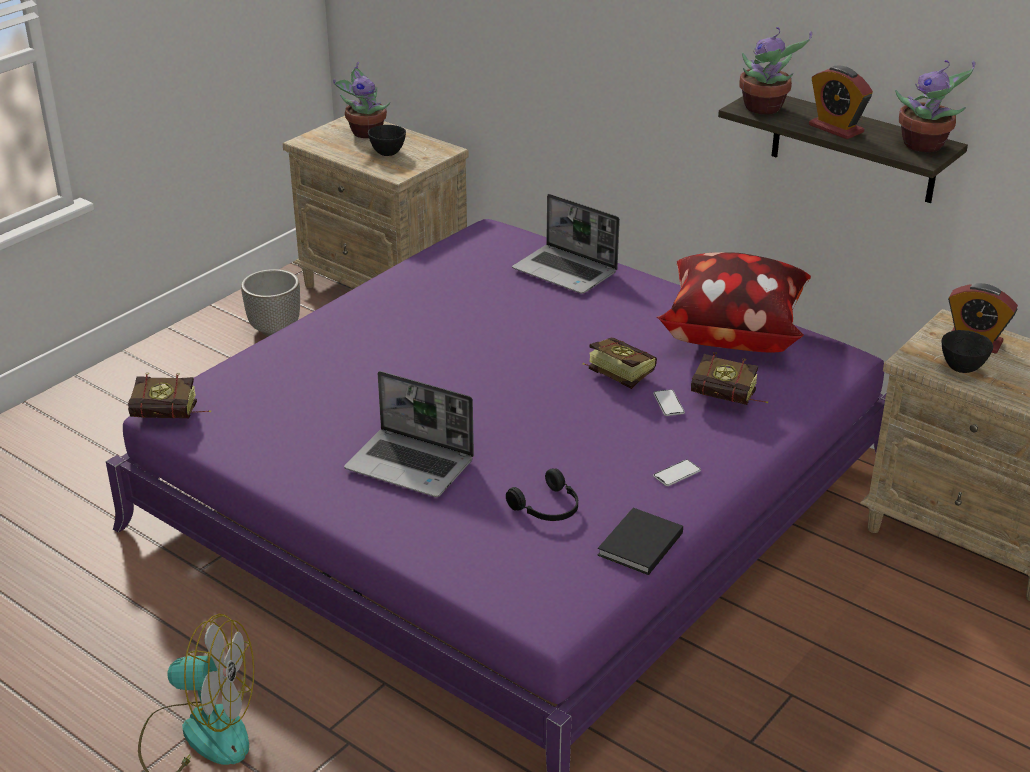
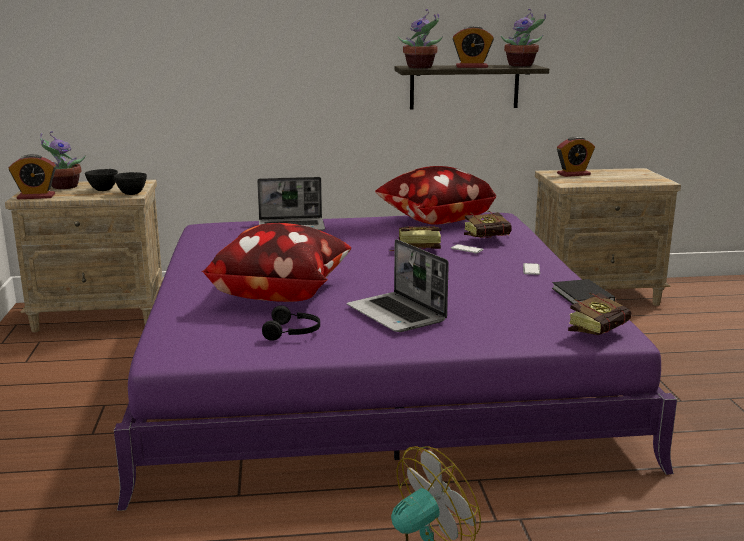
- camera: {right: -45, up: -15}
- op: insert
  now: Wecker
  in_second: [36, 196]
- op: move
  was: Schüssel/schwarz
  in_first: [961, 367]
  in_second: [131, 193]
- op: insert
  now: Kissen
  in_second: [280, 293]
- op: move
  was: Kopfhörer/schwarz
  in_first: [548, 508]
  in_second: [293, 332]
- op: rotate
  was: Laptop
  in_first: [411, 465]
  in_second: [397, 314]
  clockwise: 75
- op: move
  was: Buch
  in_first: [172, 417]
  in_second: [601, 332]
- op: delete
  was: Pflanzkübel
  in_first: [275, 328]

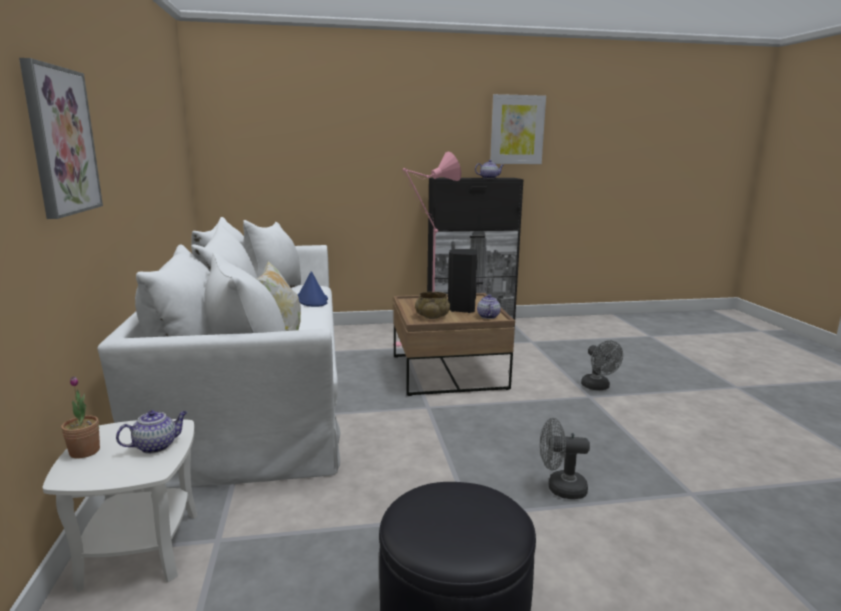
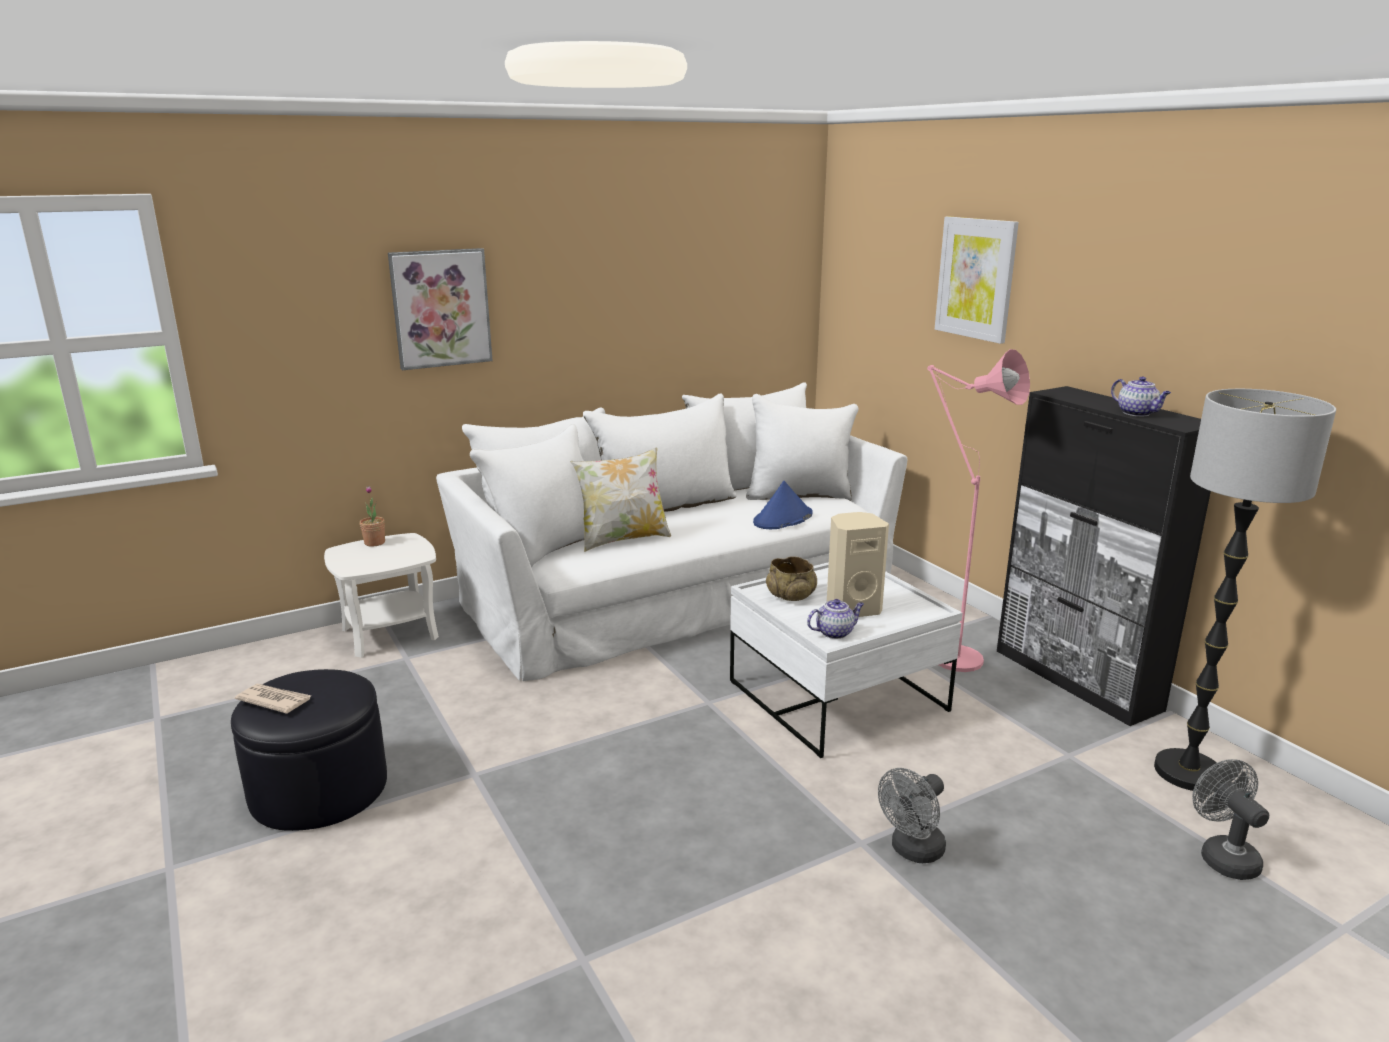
- camera: {right: 70, up: 5}
- op: insert
  now: Zeitung
  in_second: [274, 700]
- op: recolor
  was: Couchtisch/braun
  now: Couchtisch/weiß
  in_first: [448, 372]
  in_second: [837, 696]
- op: recolor
  was: Lautsprecher/schwarz
  now: Lautsprecher/beige
  in_first: [461, 309]
  in_second: [852, 609]
- op: move
  was: Bild
  in_first: [517, 130]
  in_second: [976, 278]
- op: insert
  now: Stehlampe
  in_second: [1188, 772]
- op: move
  was: Ventilator/grau
  in_first: [560, 488]
  in_second: [1223, 856]
- op: delete
  was: Teekanne
  in_first: [156, 446]

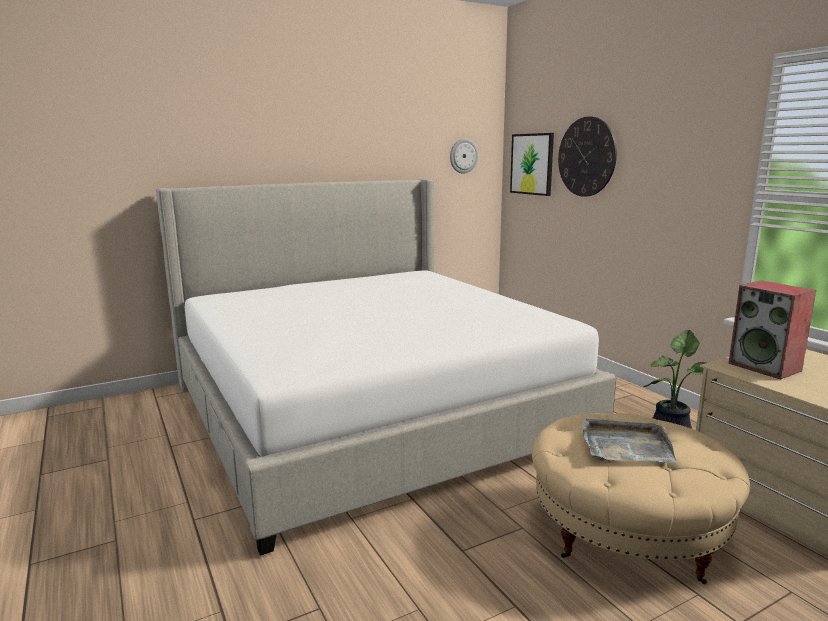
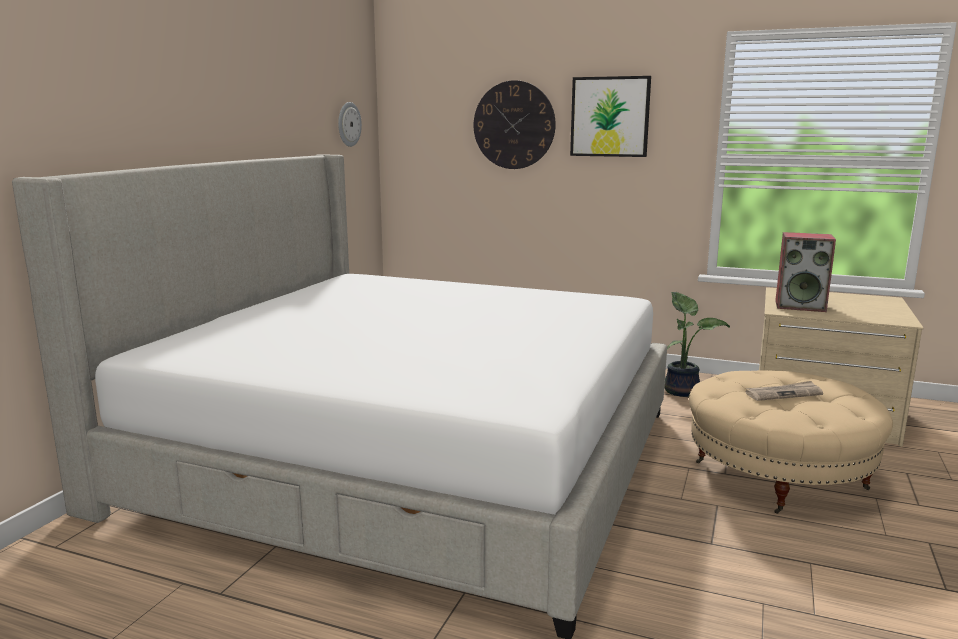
- camera: {right: -40, up: 0}
- op: move
  was: Bild
  in_first: [532, 164]
  in_second: [610, 117]
- op: replace
  was: Tablett/grau
  now: Zeitung
  in_first: [625, 445]
  in_second: [783, 393]

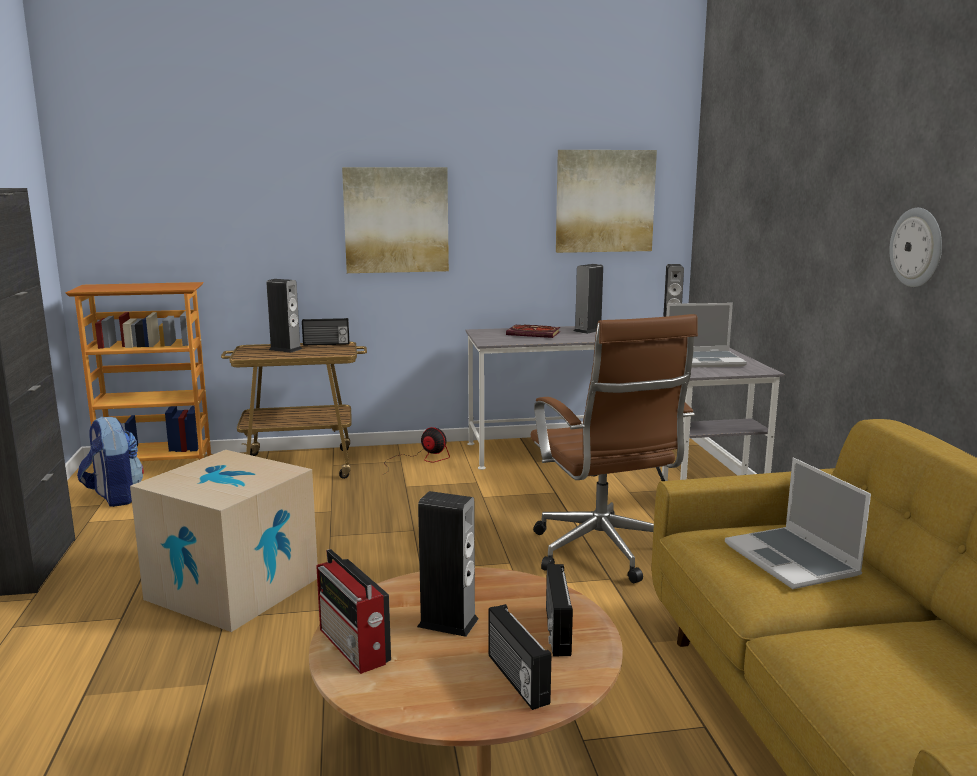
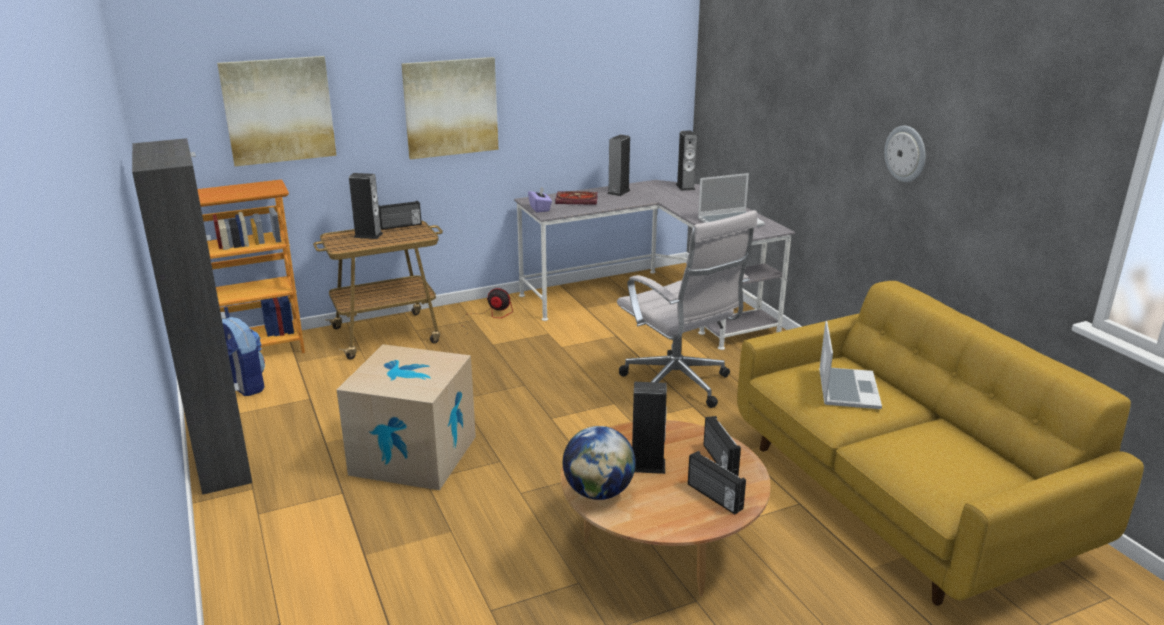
- camera: {right: -15, up: 10}
- op: move
  was: Bild
  in_first: [604, 201]
  in_second: [278, 110]
- op: insert
  now: Taschentuchbox/lila
  in_second: [540, 208]
- op: replace
  was: Radio
  now: Globus
  in_first: [354, 647]
  in_second: [598, 492]
- op: recolor
  was: Bürostuhl/braun
  now: Bürostuhl/weiß
  in_first: [603, 554]
  in_second: [679, 386]
- op: rotate
  was: Laptop
  in_first: [793, 560]
  in_second: [846, 389]
  clockwise: -135

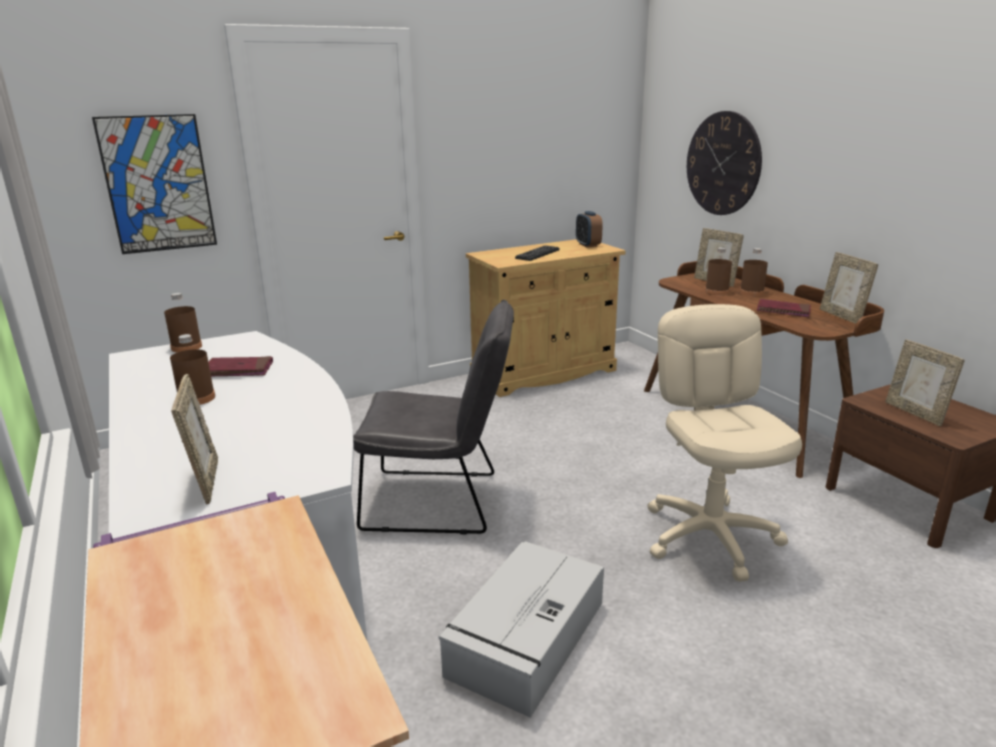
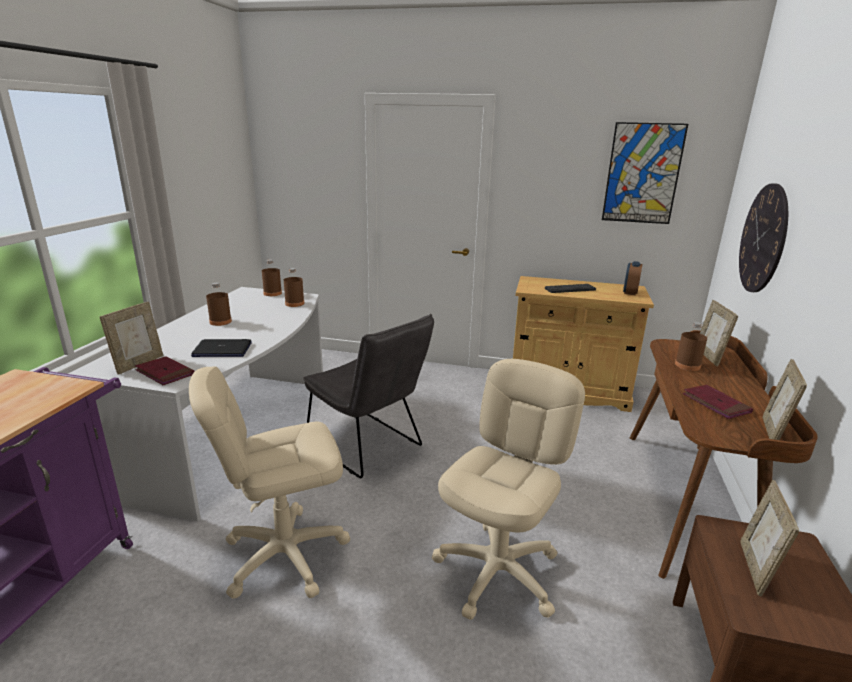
- camera: {right: 40, up: 0}
- op: move
  was: Buch/rot
  in_first: [238, 370]
  in_second: [165, 373]
- op: replace
  was: Aufbewahrungsbox/grau
  now: Bürostuhl/beige
  in_first: [525, 640]
  in_second: [285, 554]
- op: insert
  now: Laptop
  in_second: [222, 350]
- op: move
  was: Flasche/braun
  in_first: [751, 293]
  in_second: [294, 303]
- op: move
  was: Bild
  in_first: [158, 184]
  in_second: [642, 174]

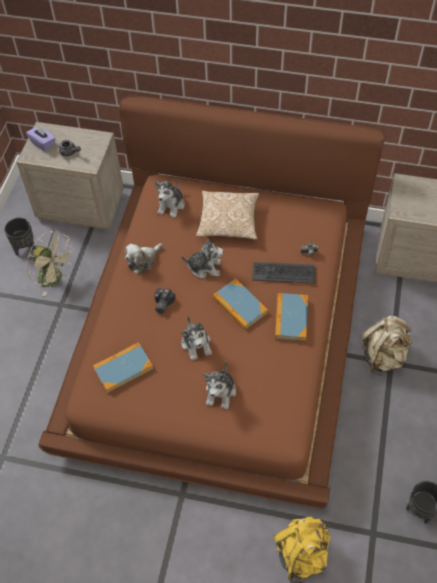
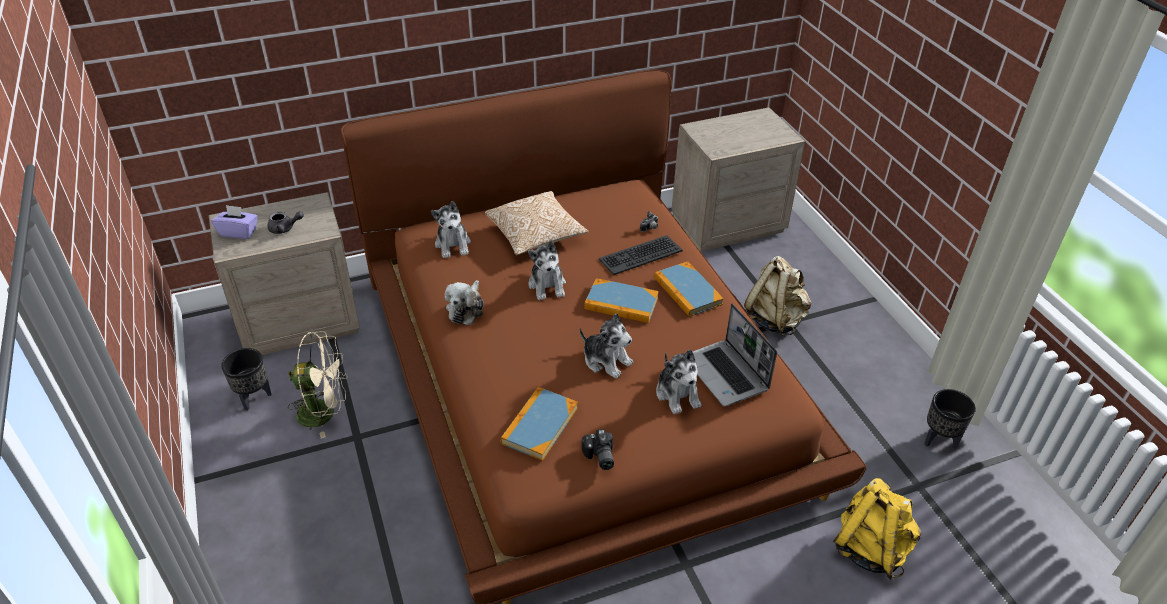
- camera: {right: -35, up: -15}
- op: rotate
  was: Plüschtier
  in_first: [204, 267]
  in_second: [547, 285]
  clockwise: 105
- op: move
  was: Kamera
  in_first: [162, 304]
  in_second: [599, 457]
- op: insert
  now: Laptop
  in_second: [726, 374]

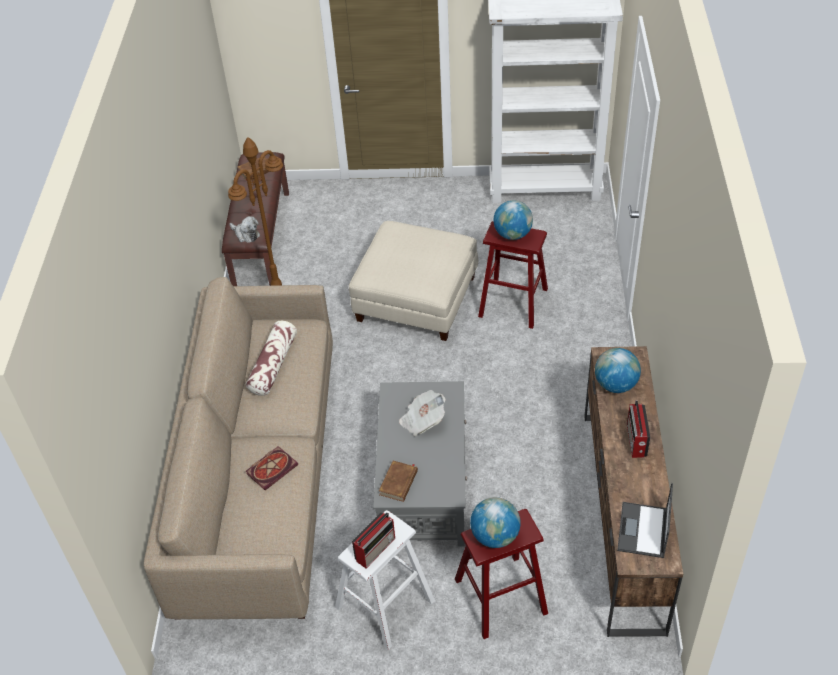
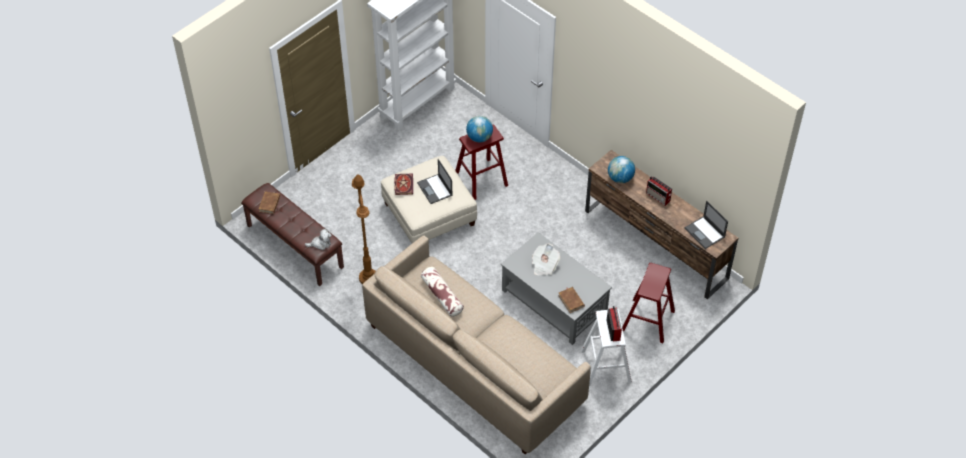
- camera: {right: -50, up: 5}
- op: move
  was: Buch
  in_first: [272, 468]
  in_second: [403, 184]
- op: insert
  now: Laptop
  in_second: [435, 189]
- op: delete
  was: Globus
  in_first: [495, 536]

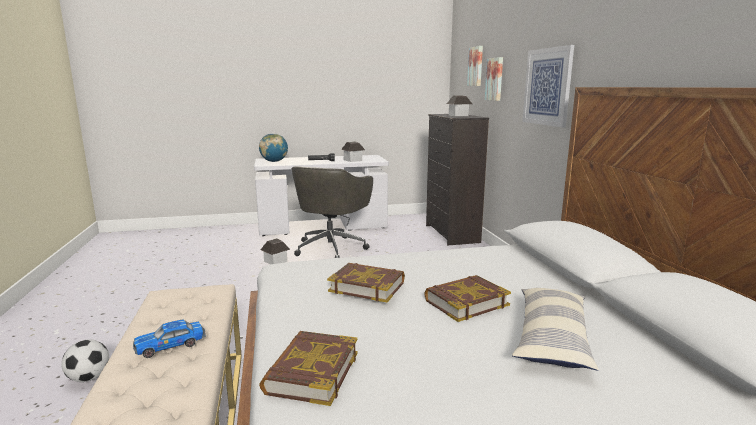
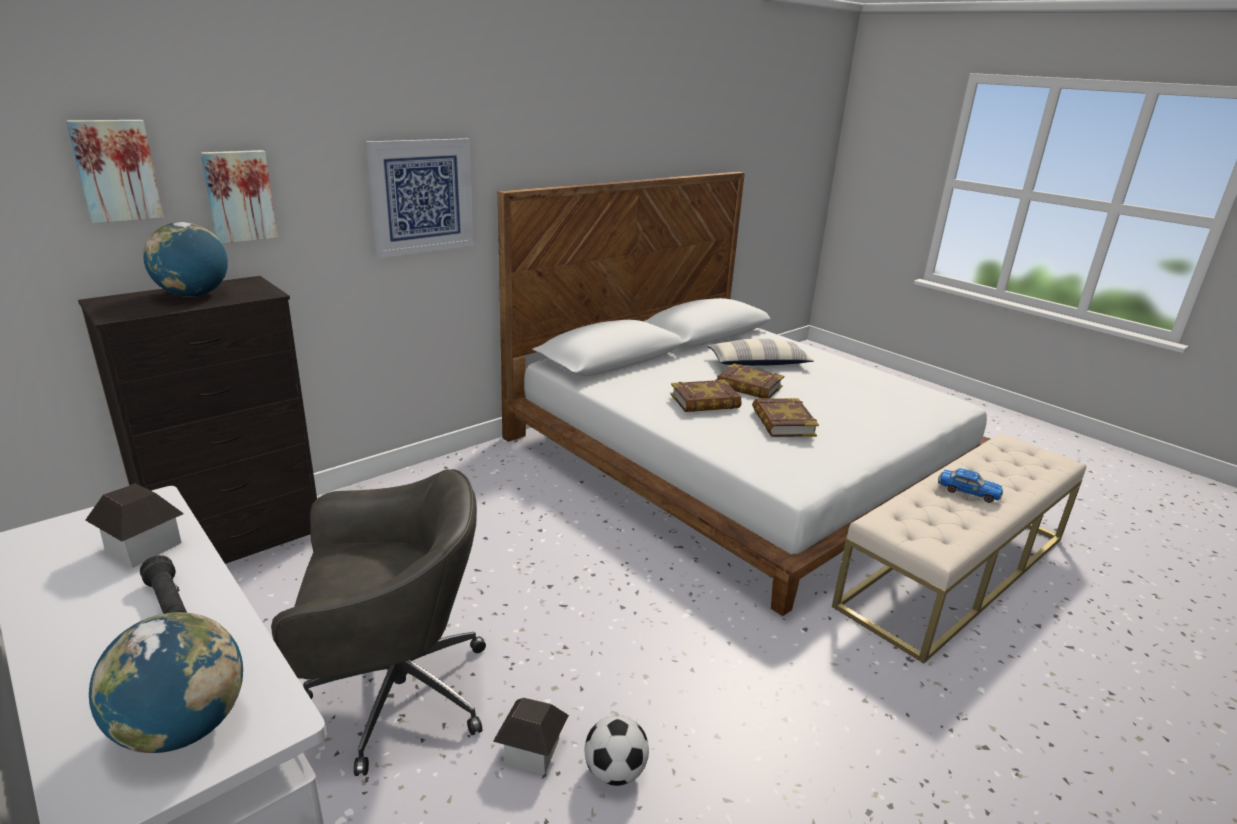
- camera: {right: -120, up: 10}
- op: replace
  was: Spielzeughaus
  now: Globus
  in_first: [458, 115]
  in_second: [193, 295]
- op: move
  was: Fußball
  in_first: [89, 378]
  in_second: [614, 772]
- op: move
  was: Buch
  in_first: [311, 372]
  in_second: [705, 401]

